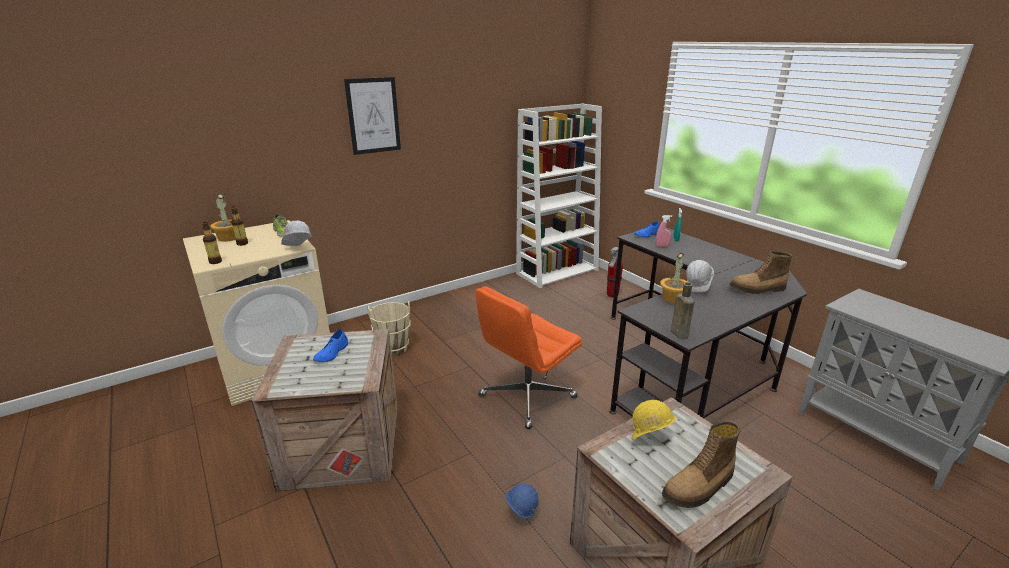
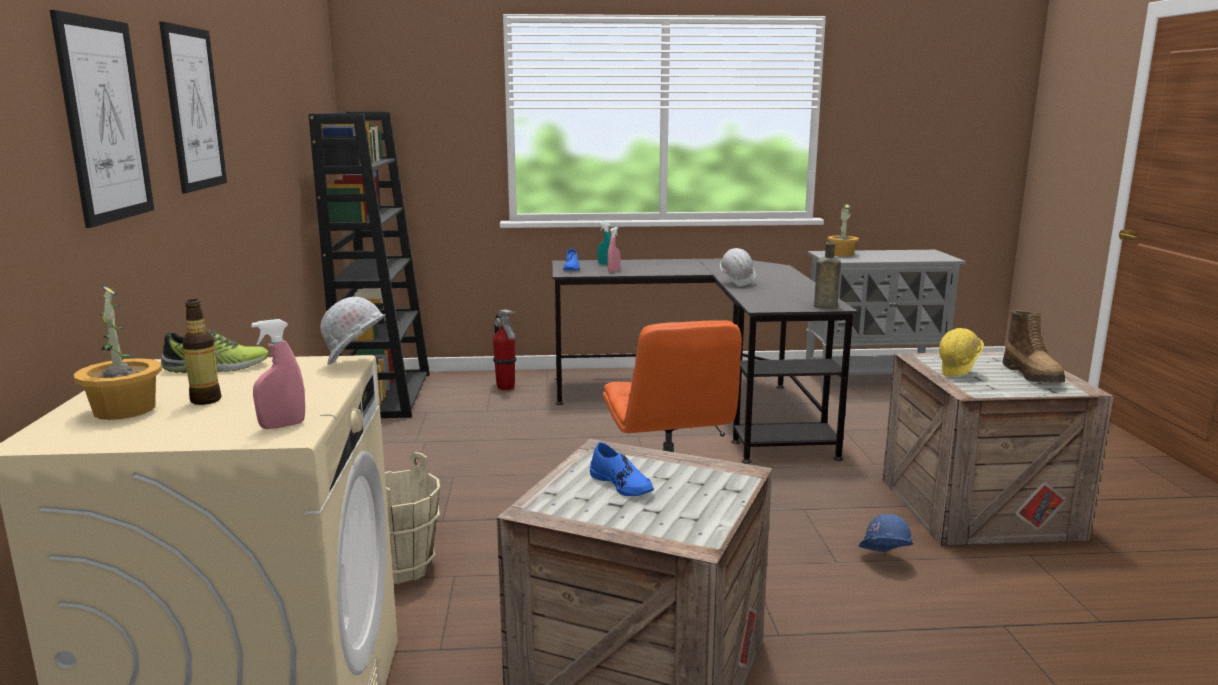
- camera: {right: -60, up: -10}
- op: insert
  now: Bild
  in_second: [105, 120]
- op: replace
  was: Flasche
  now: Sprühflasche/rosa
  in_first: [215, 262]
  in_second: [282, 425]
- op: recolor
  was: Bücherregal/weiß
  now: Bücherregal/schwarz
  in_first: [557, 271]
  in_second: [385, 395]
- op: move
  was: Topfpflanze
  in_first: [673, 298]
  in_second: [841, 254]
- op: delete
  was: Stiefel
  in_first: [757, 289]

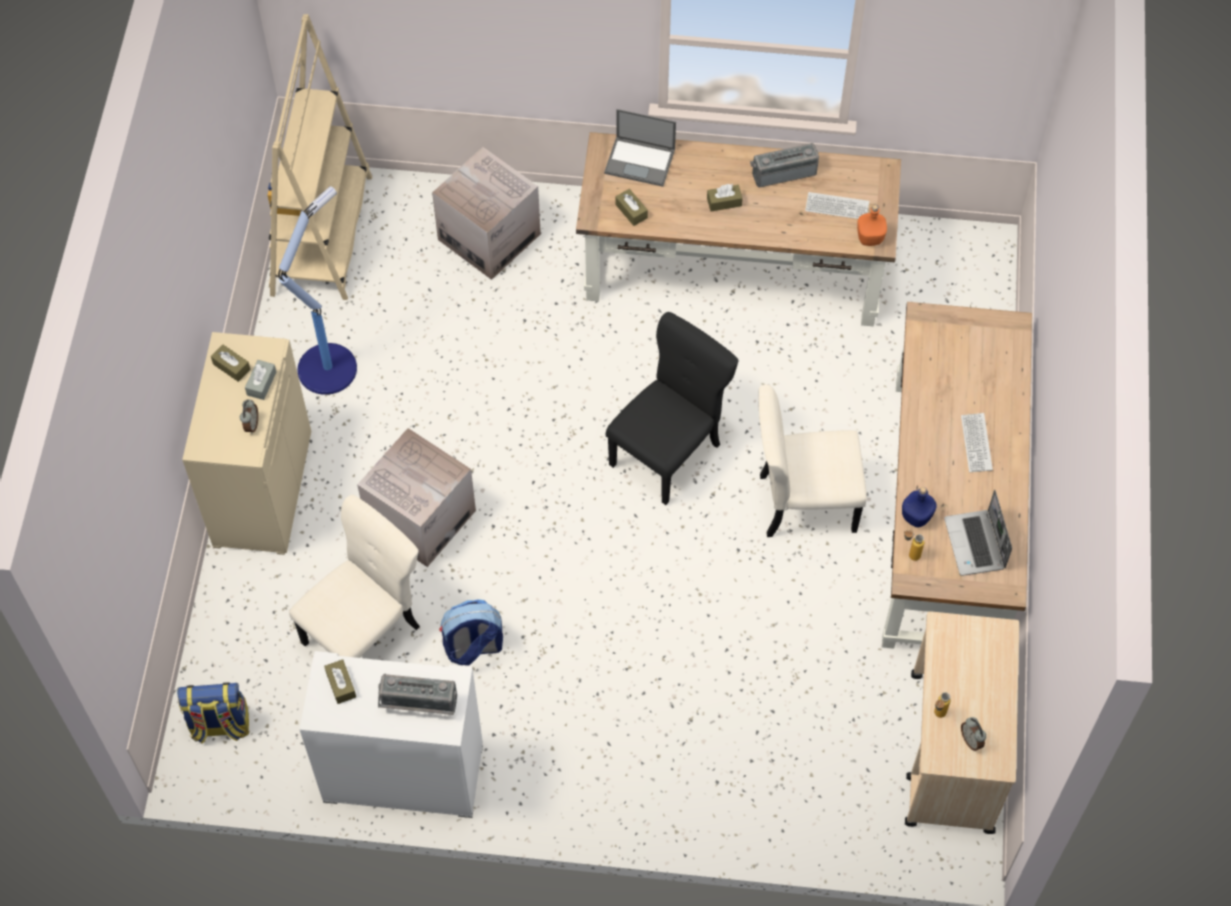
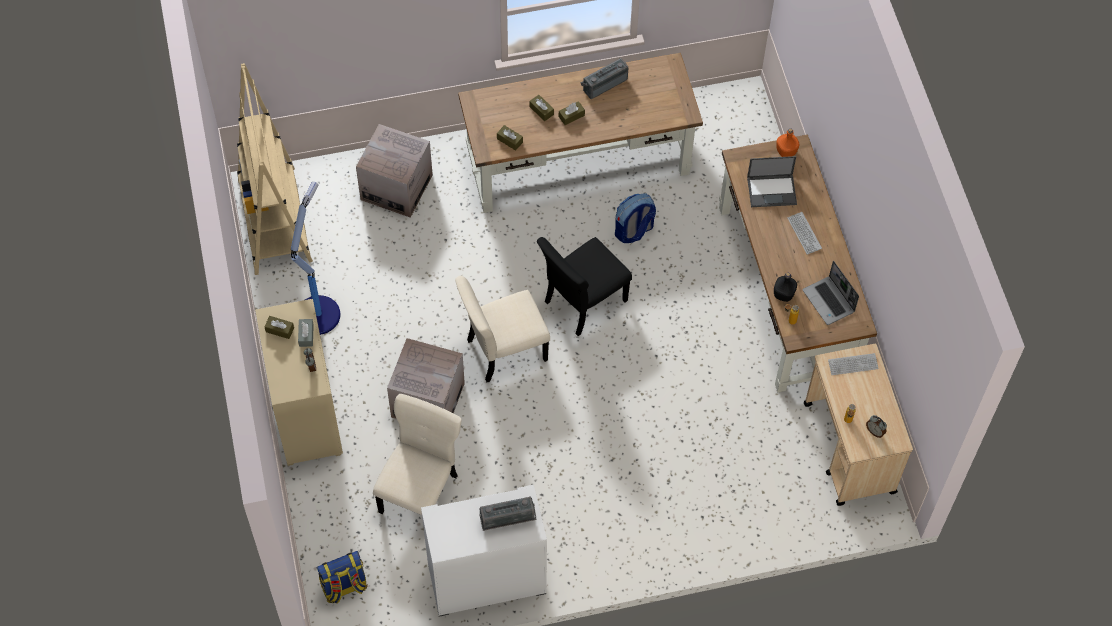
- camera: {right: -20, up: 0}
- op: move
  was: Stuhl/beige
  in_first: [802, 502]
  in_second: [503, 351]
- op: move
  was: Taschentuchbox/braun
  in_first: [341, 684]
  in_second: [541, 110]
- op: rotate
  was: Stuhl/schwarz
  in_first: [668, 452]
  in_second: [582, 302]
  clockwise: -150
- op: move
  was: Rucksack
  in_first: [473, 647]
  in_second: [633, 231]
- op: move
  was: Laptop
  in_first: [640, 161]
  in_second: [772, 190]
- op: recolor
  was: Flasche/blau
  now: Flasche/schwarz
  in_first: [916, 516]
  in_second: [783, 294]
- op: move
  was: Flasche/orange
  in_first: [869, 237]
  in_second: [785, 151]
- op: move
  was: Tastatur
  in_first: [837, 207]
  in_second: [853, 364]

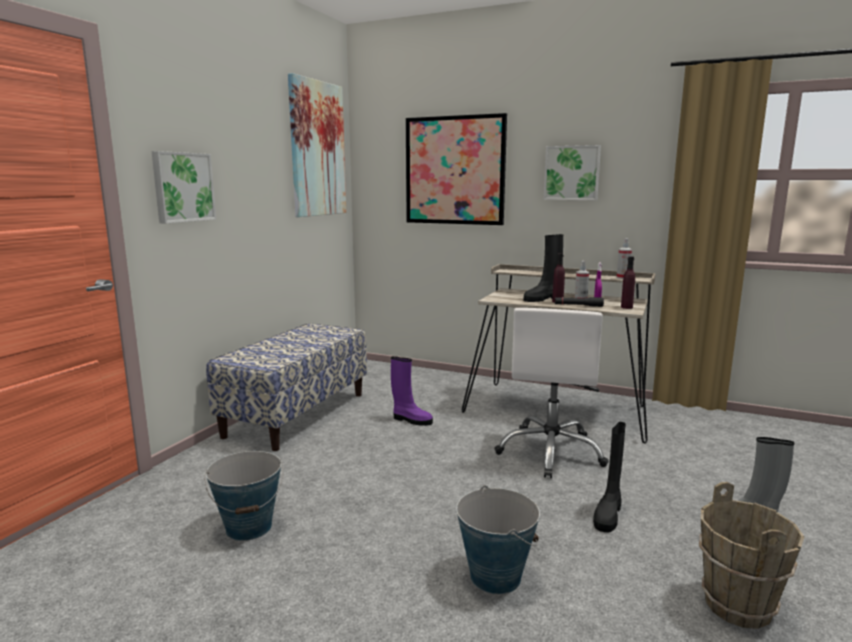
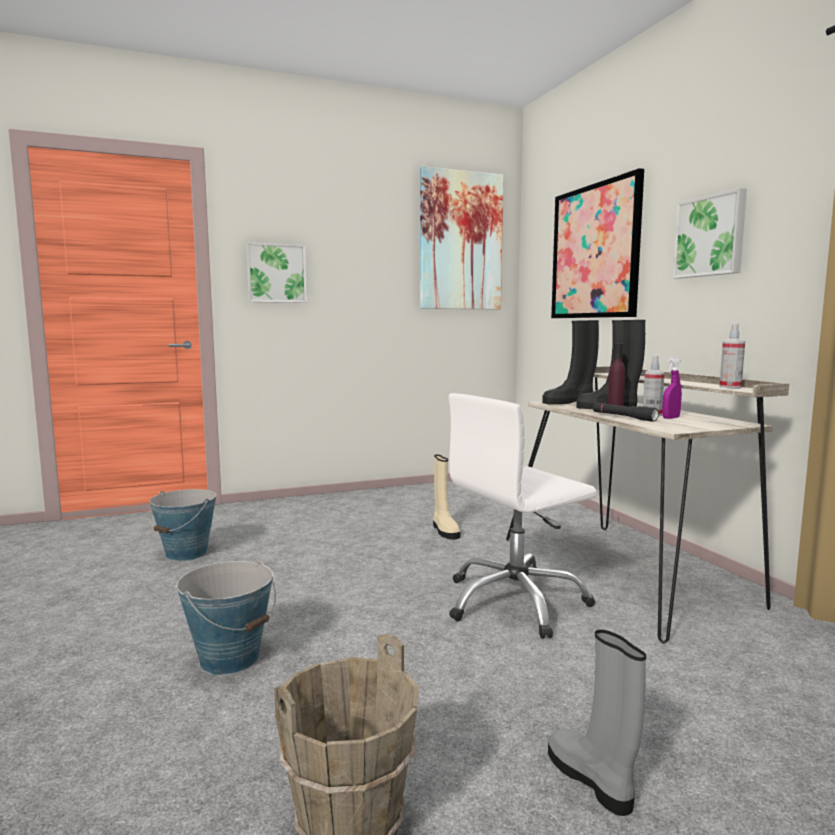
- camera: {right: 45, up: -5}
- op: recolor
  was: Stiefel/lila
  now: Stiefel/beige
  in_first: [411, 420]
  in_second: [444, 531]
- op: move
  was: Stiefel/schwarz
  in_first: [608, 515]
  in_second: [569, 402]
- op: delete
  was: Bank
  in_first: [297, 414]
- op: delete
  was: Flasche/lila
  in_first: [626, 307]

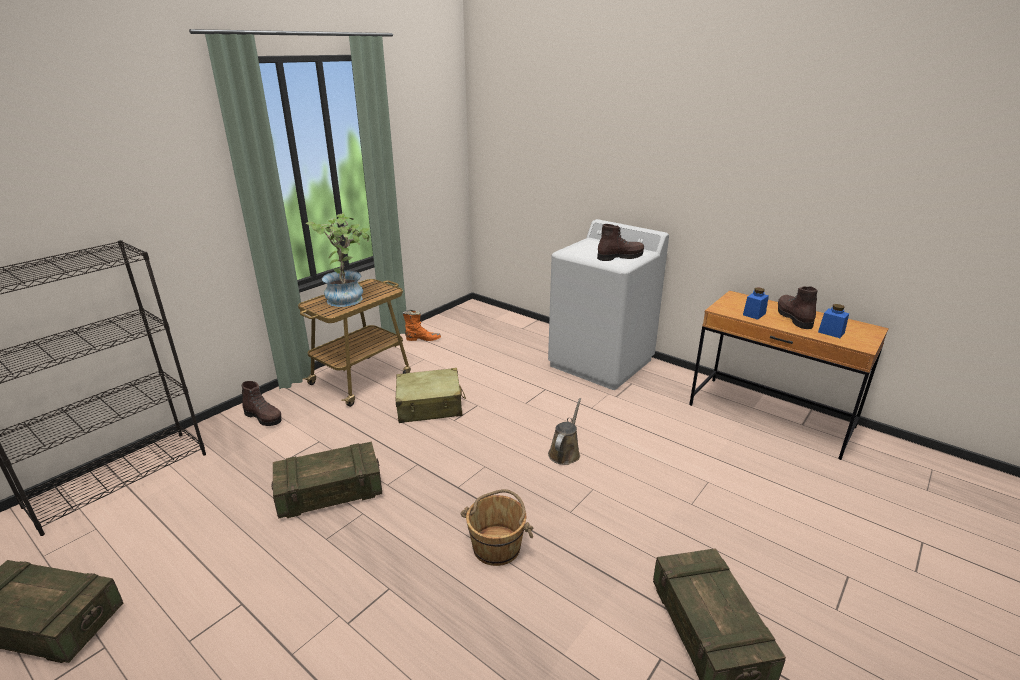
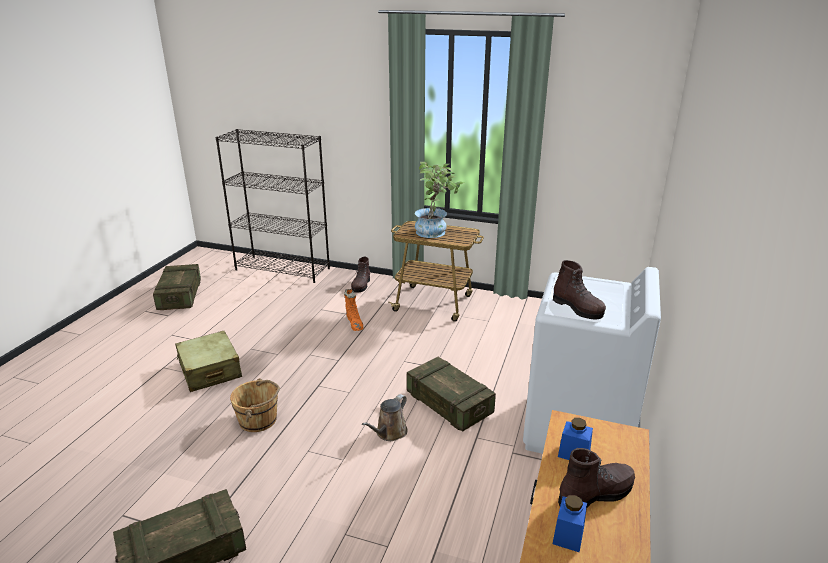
- camera: {right: 70, up: 0}
- op: move
  was: Koffer/beige
  in_first: [430, 406]
  in_second: [210, 371]
- op: move
  was: Stiefel/orange
  in_first: [422, 339]
  in_second: [354, 324]
- op: rotate
  was: Gießkanne/braun
  in_first: [565, 452]
  in_second: [389, 433]
  clockwise: 120
- op: move
  was: Kiste
  in_first: [330, 492]
  in_second: [449, 404]

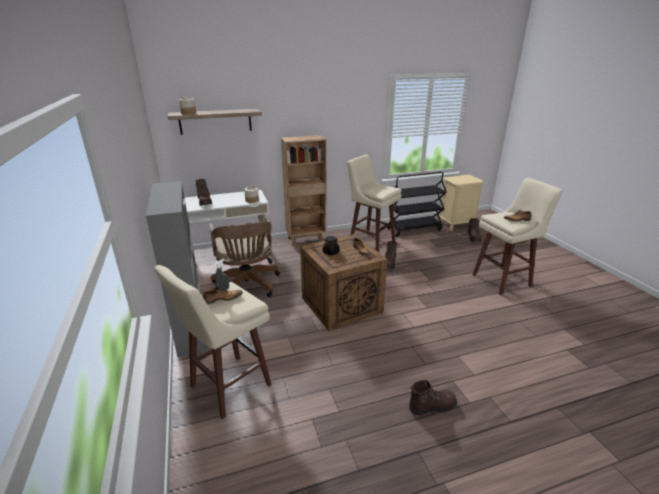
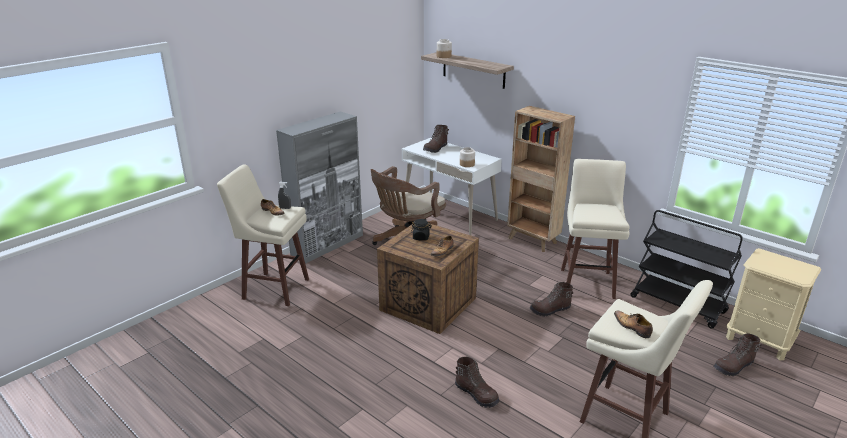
- camera: {right: 60, up: 0}
- op: move
  was: Stiefel/braun
  in_first: [431, 406]
  in_second: [477, 394]

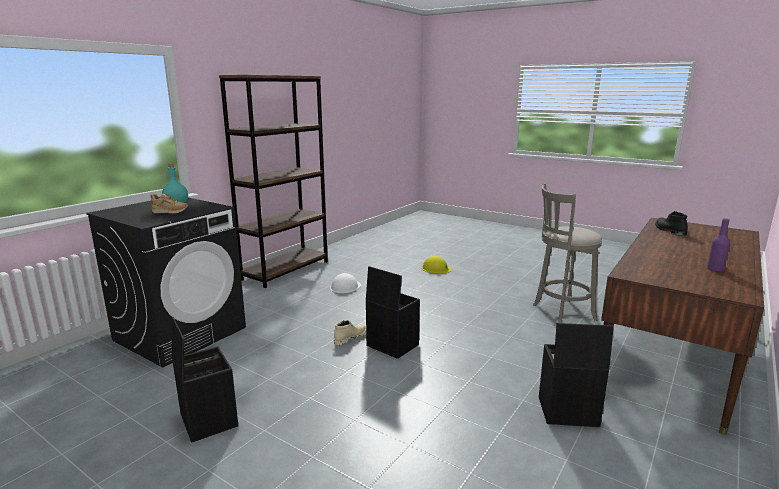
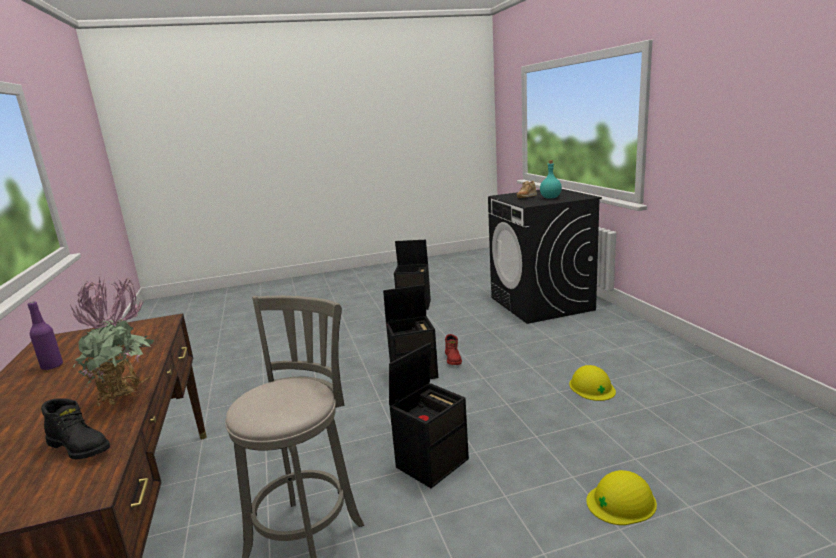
- camera: {right: 130, up: 0}
- op: insert
  now: Topfpflanze
  in_second: [128, 399]
- op: move
  was: Aufbewahrungsbox/schwarz
  in_first: [566, 412]
  in_second: [432, 462]
- op: recolor
  was: Stiefel/beige
  now: Stiefel/rot
  in_first: [350, 337]
  in_second: [453, 359]
- op: recolor
  was: Schutzhelm/weiß
  now: Schutzhelm/gelb
  in_first: [345, 287]
  in_second: [592, 387]
- op: delete
  was: Bücherregal/braun
  in_first: [286, 270]

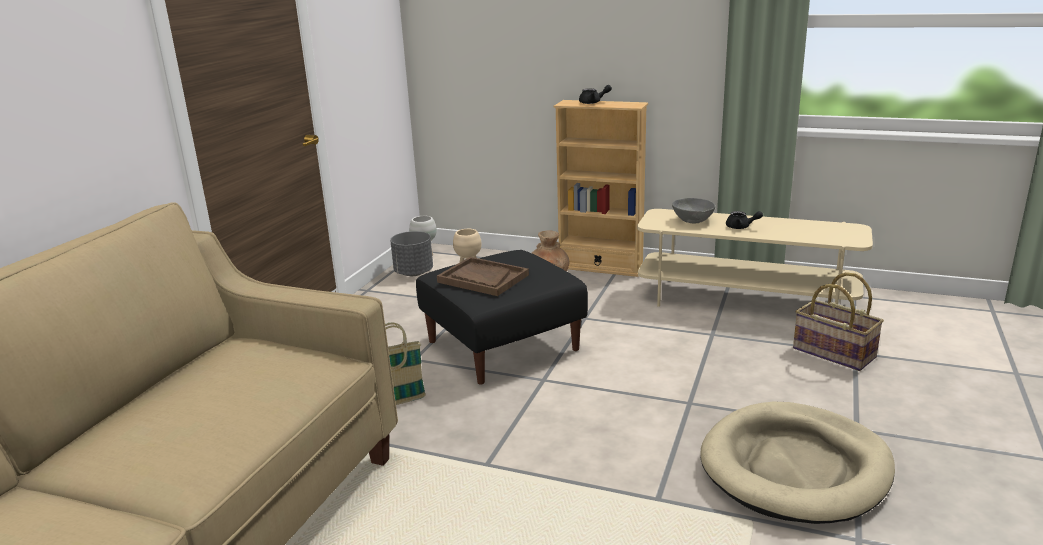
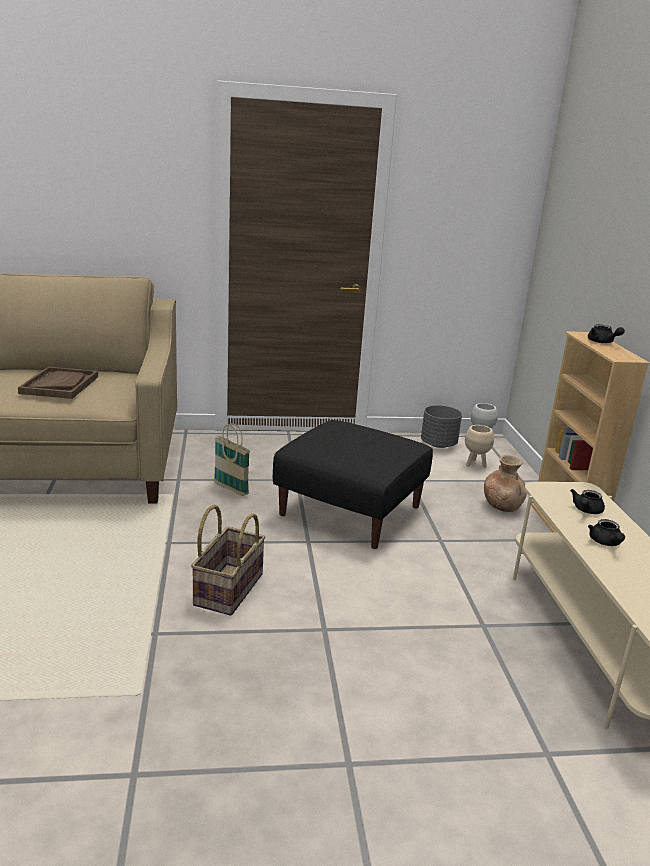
- camera: {right: 60, up: 0}
- op: move
  was: Tablett/braun
  in_first: [483, 278]
  in_second: [59, 385]
- op: move
  was: Korb
  in_first: [833, 353]
  in_second: [228, 588]
- op: replace
  was: Schüssel/grau
  now: Teekanne/schwarz
  in_first: [693, 221]
  in_second: [586, 510]
- op: delete
  was: Hundebett/beige
  in_first: [795, 467]

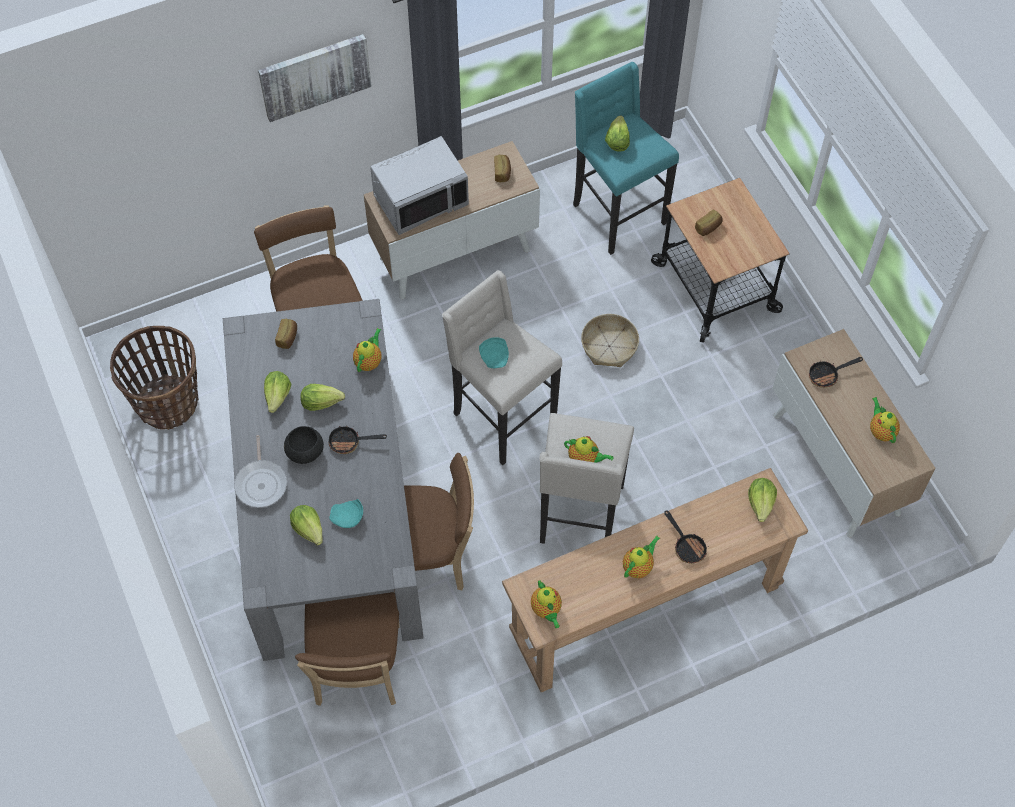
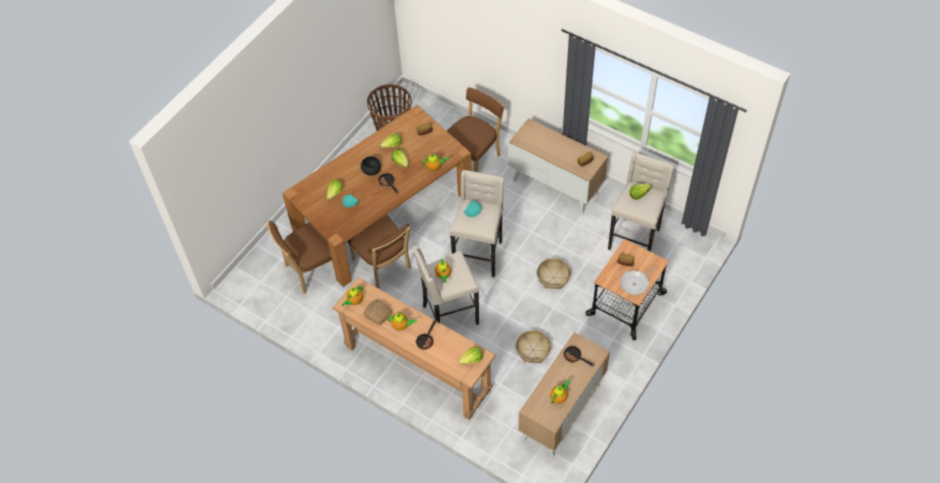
- camera: {right: 60, up: -5}
- op: recolor
  was: Esstisch/grau
  now: Esstisch/braun
  in_first: [328, 506]
  in_second: [384, 215]
- op: insert
  now: Brot
  in_second: [378, 314]
- op: insert
  now: Korb
  in_second: [533, 350]
- op: recolor
  was: Hocker/türkis
  now: Hocker/beige
  in_first: [616, 214]
  in_second: [635, 239]
- op: move
  was: Pfanne
  in_first: [261, 483]
  in_second: [636, 283]
- op: delete
  was: Bild
  in_first: [314, 76]
- op: delete
  was: Mikrowelle/grau
  in_first: [420, 200]

